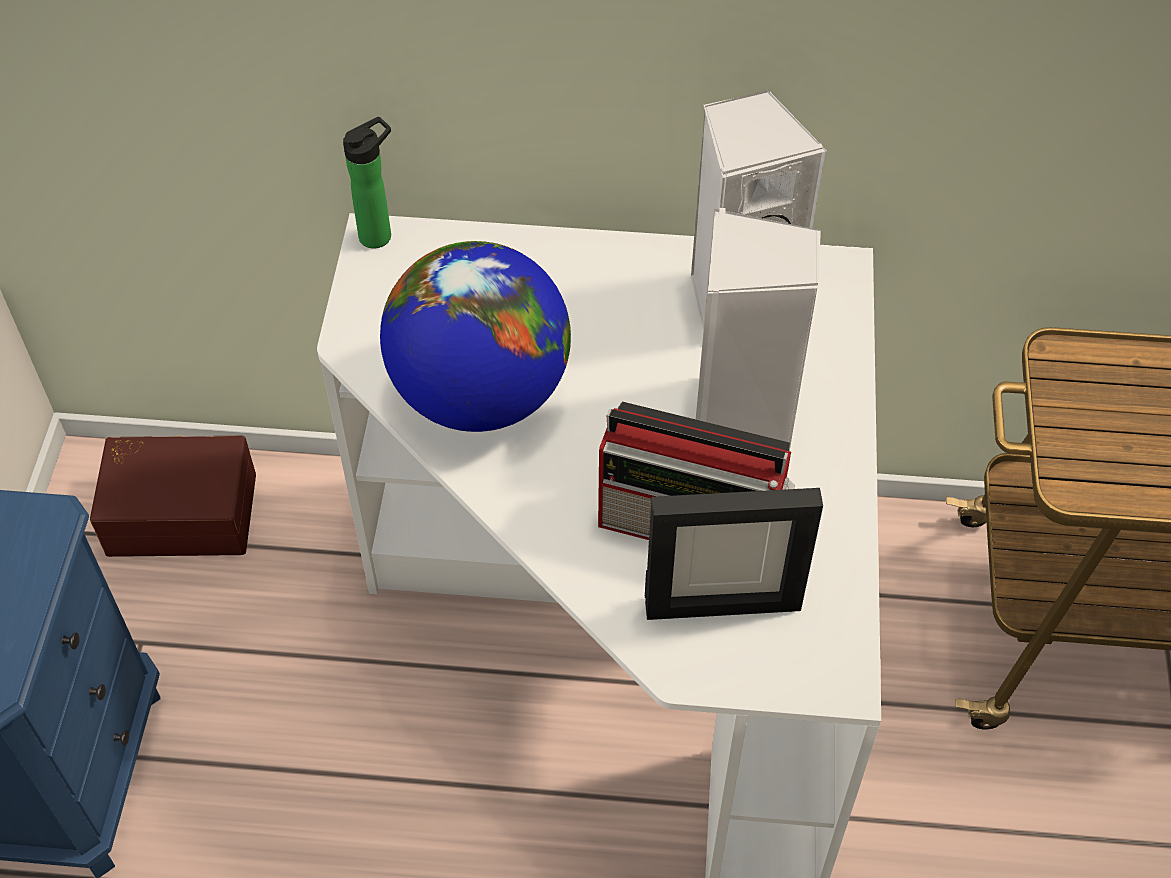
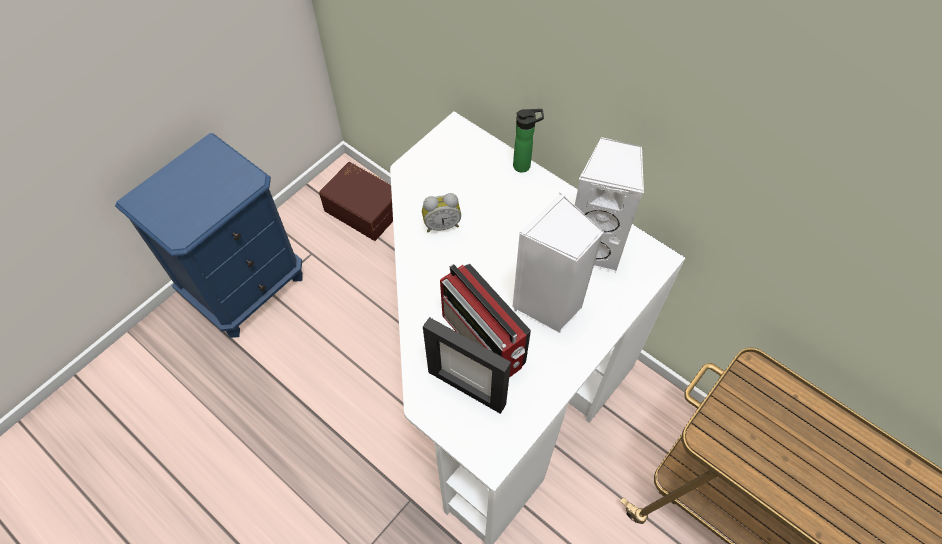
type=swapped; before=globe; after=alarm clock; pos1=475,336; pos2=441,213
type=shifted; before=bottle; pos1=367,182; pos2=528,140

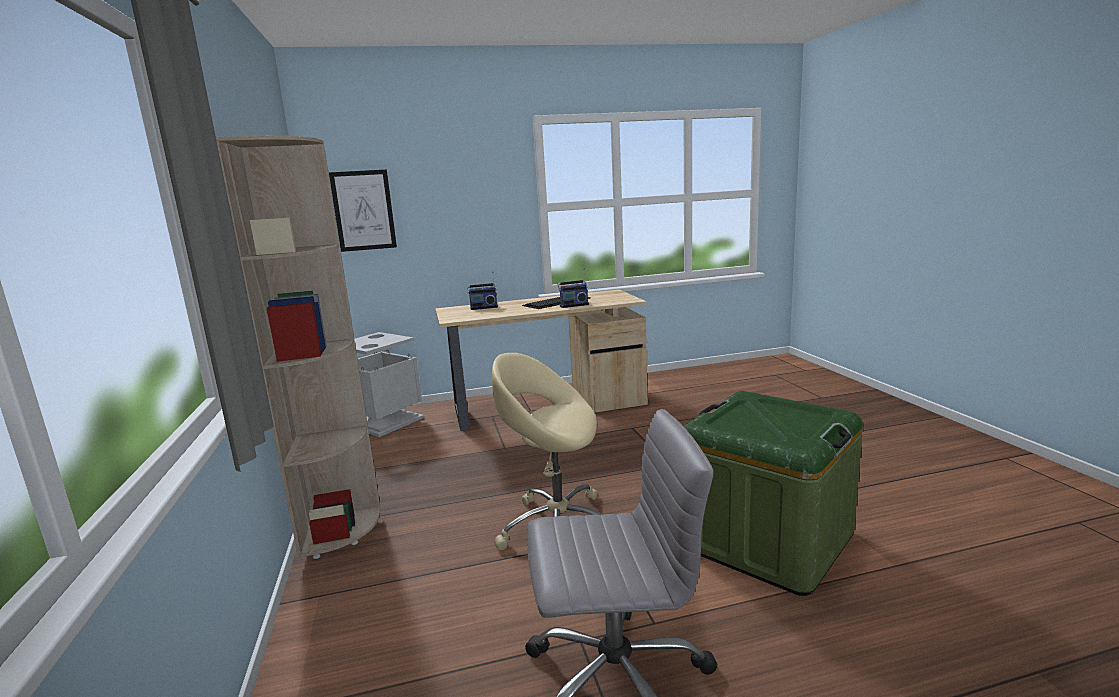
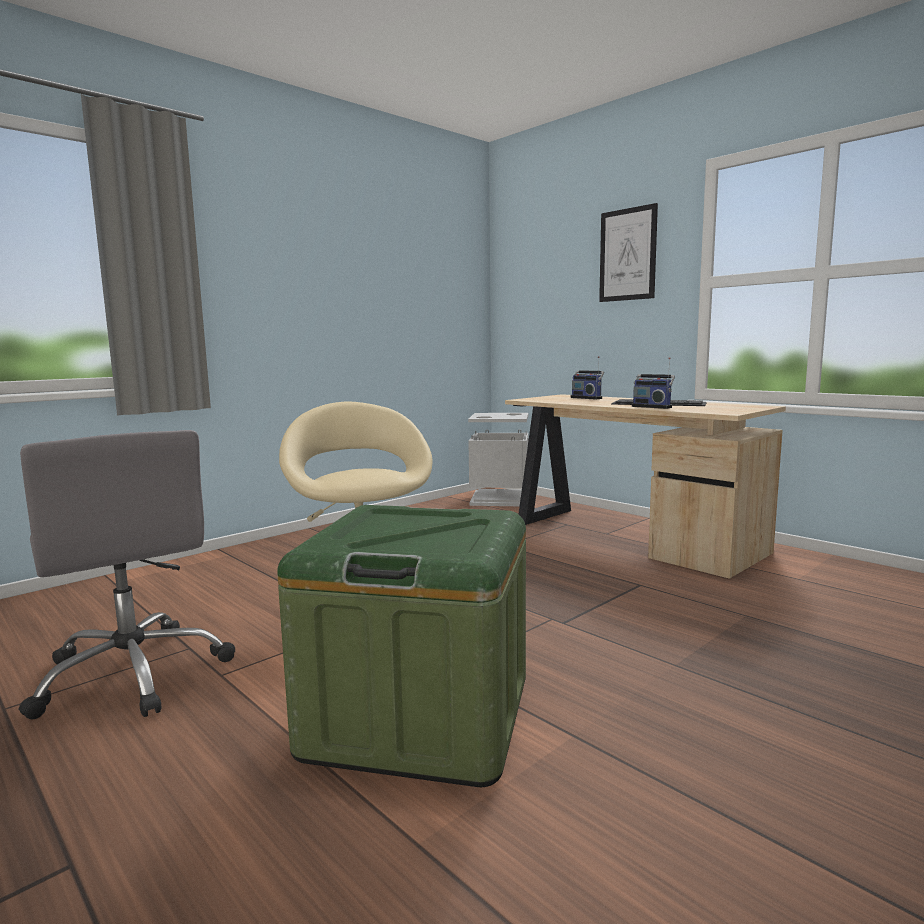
type=shifted; before=picture; pos1=363,211; pos2=628,252
type=gone; before=bookcase/beige; pos1=298,347

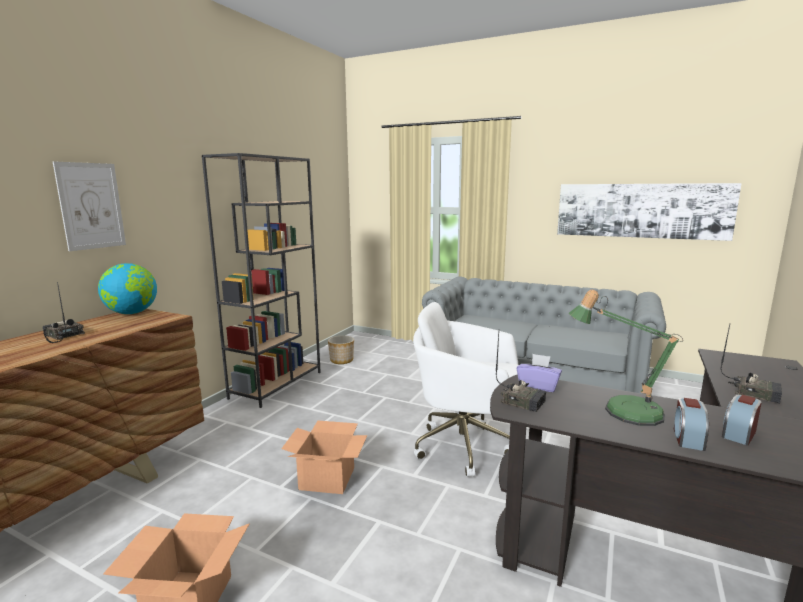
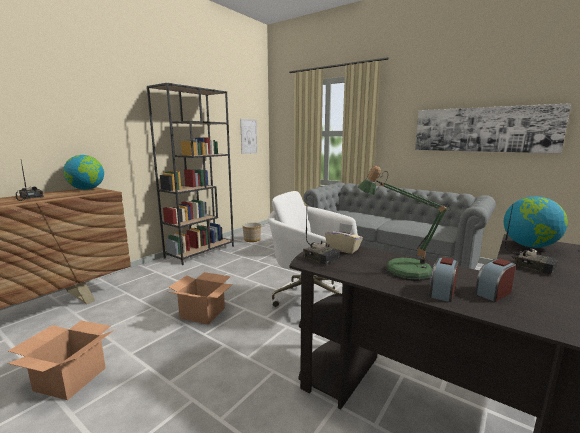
type=shifted; before=picture; pos1=89,206; pos2=249,136
type=repainted; before=tissue box/purple; after=tissue box/beige; pos1=539,373; pos2=344,238
type=new; after=globe; pos2=535,222

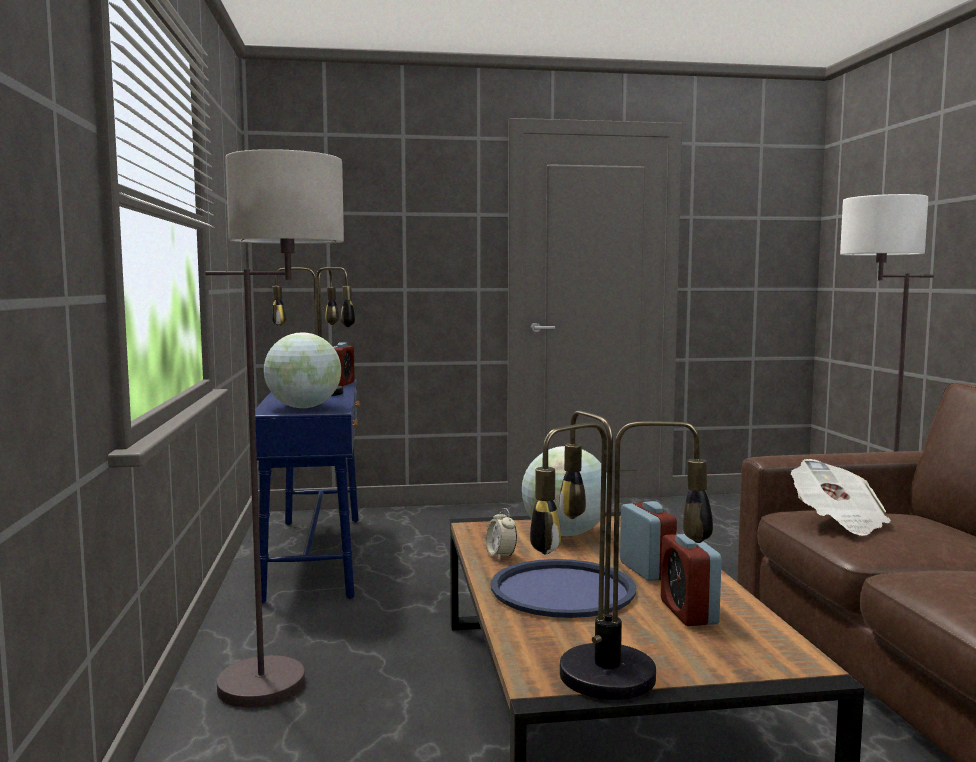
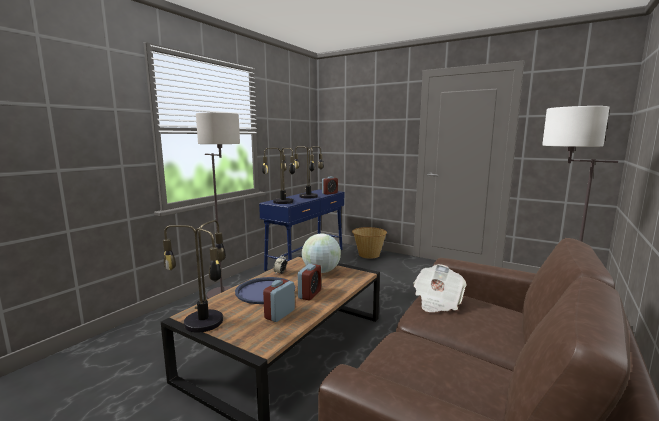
type=swapped; before=globe; after=table lamp; pos1=302,370; pos2=278,175
type=new; after=basket; pos2=369,243

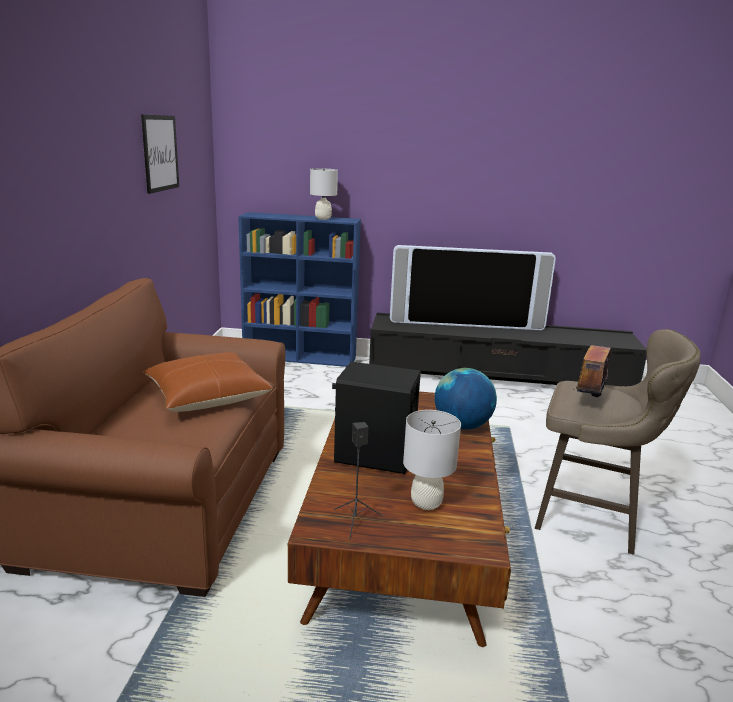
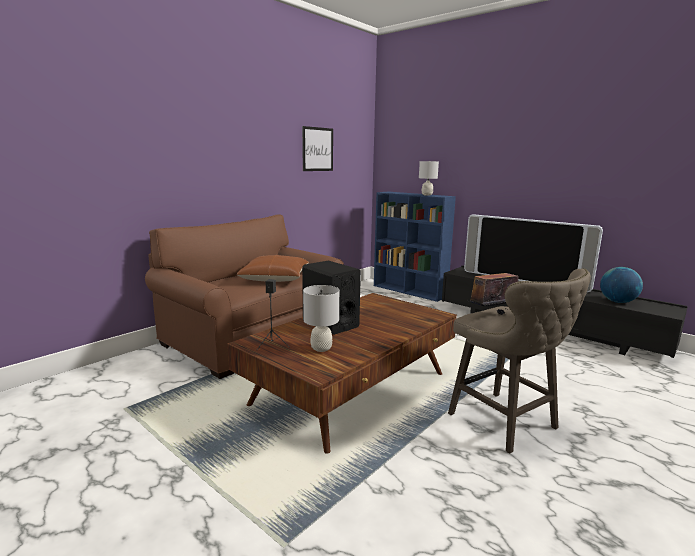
type=shifted; before=globe; pos1=466,399; pos2=621,285

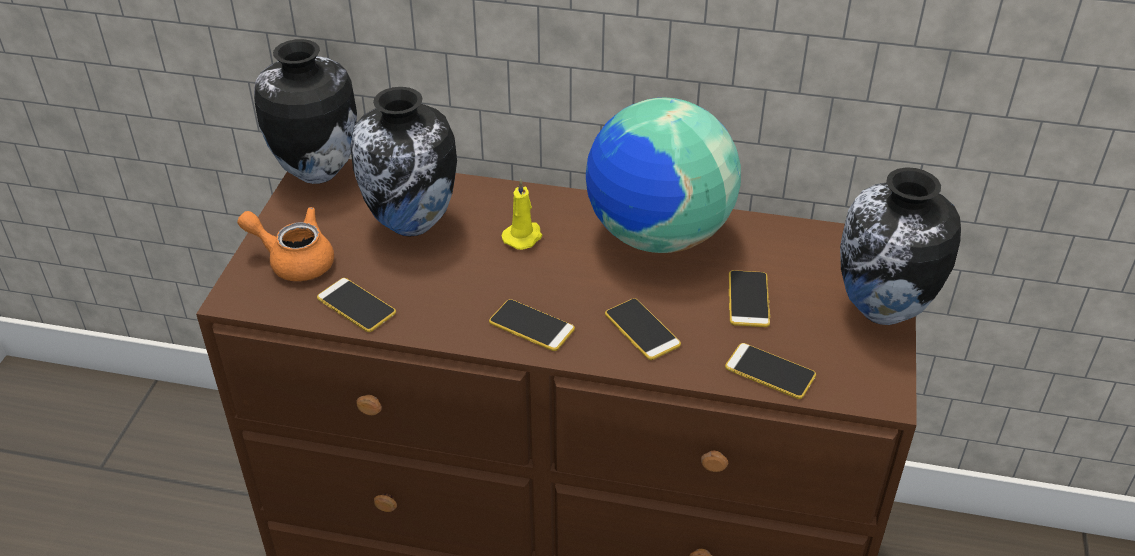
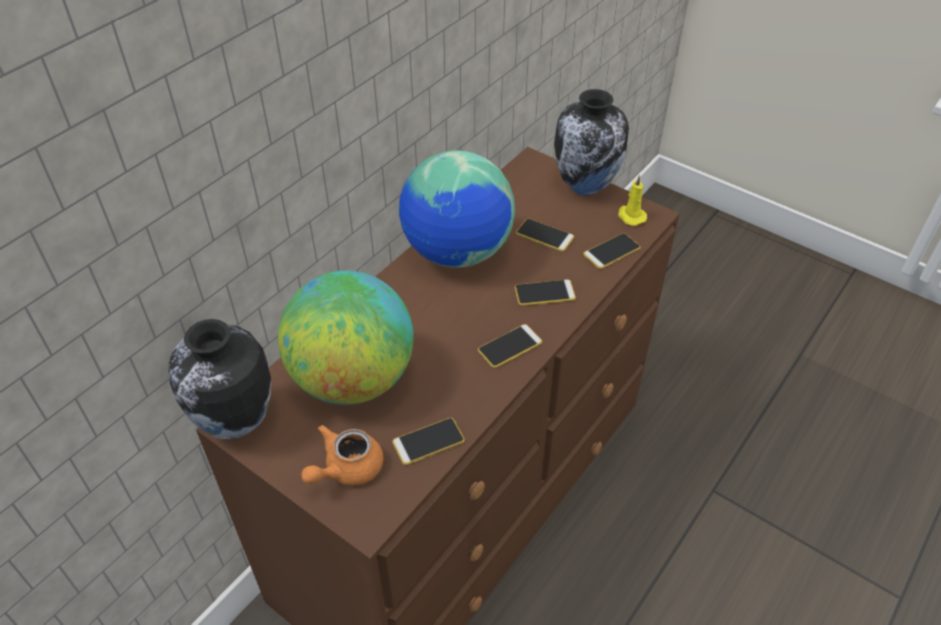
type=swapped; before=vase; after=globe; pos1=403,162; pos2=346,337
type=shifted; before=candle/yellow; pos1=521,214; pos2=632,200

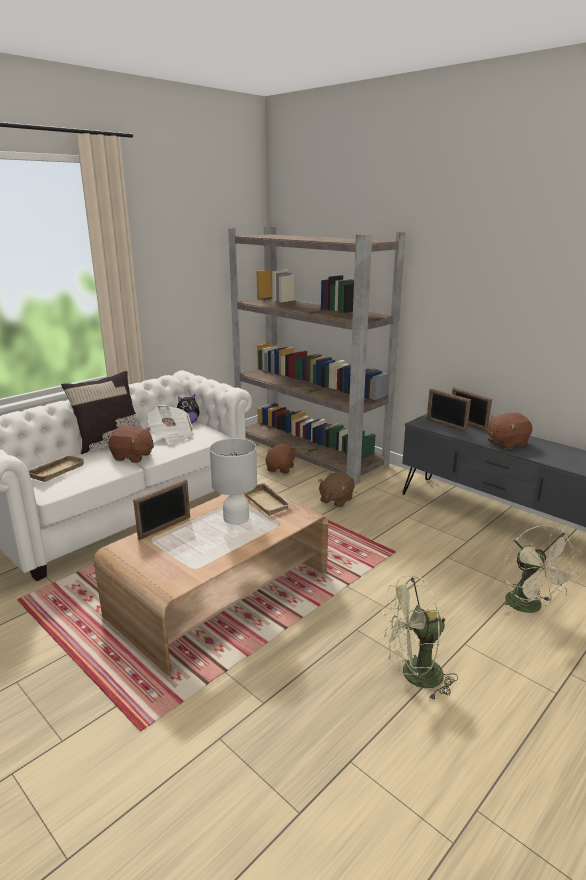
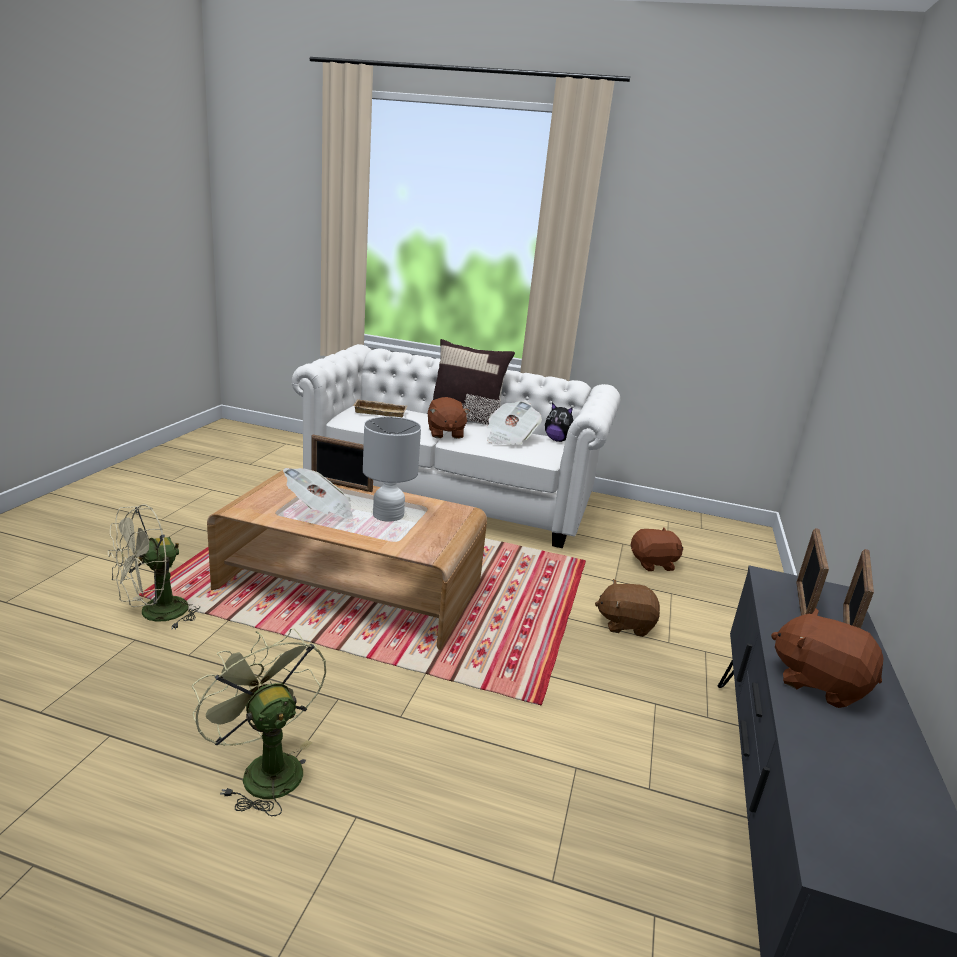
type=shifted; before=fan/beige; pos1=542,570; pos2=154,566
type=new; after=newspaper; pos2=318,494
type=gone; before=bookcase/brown; pos1=316,355
type=gone; before=tray/beige; pos1=268,499

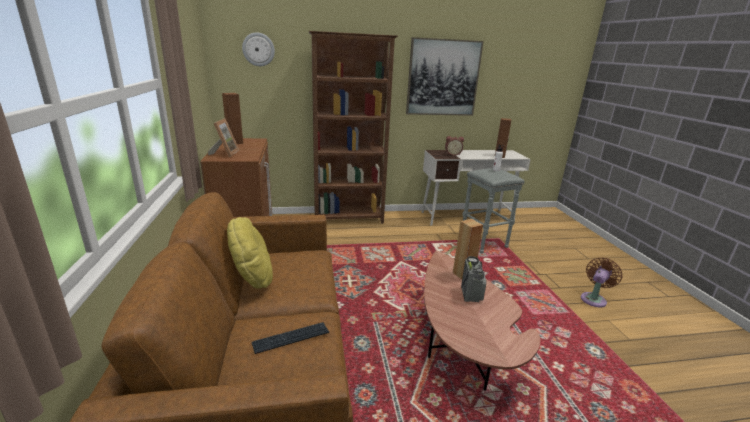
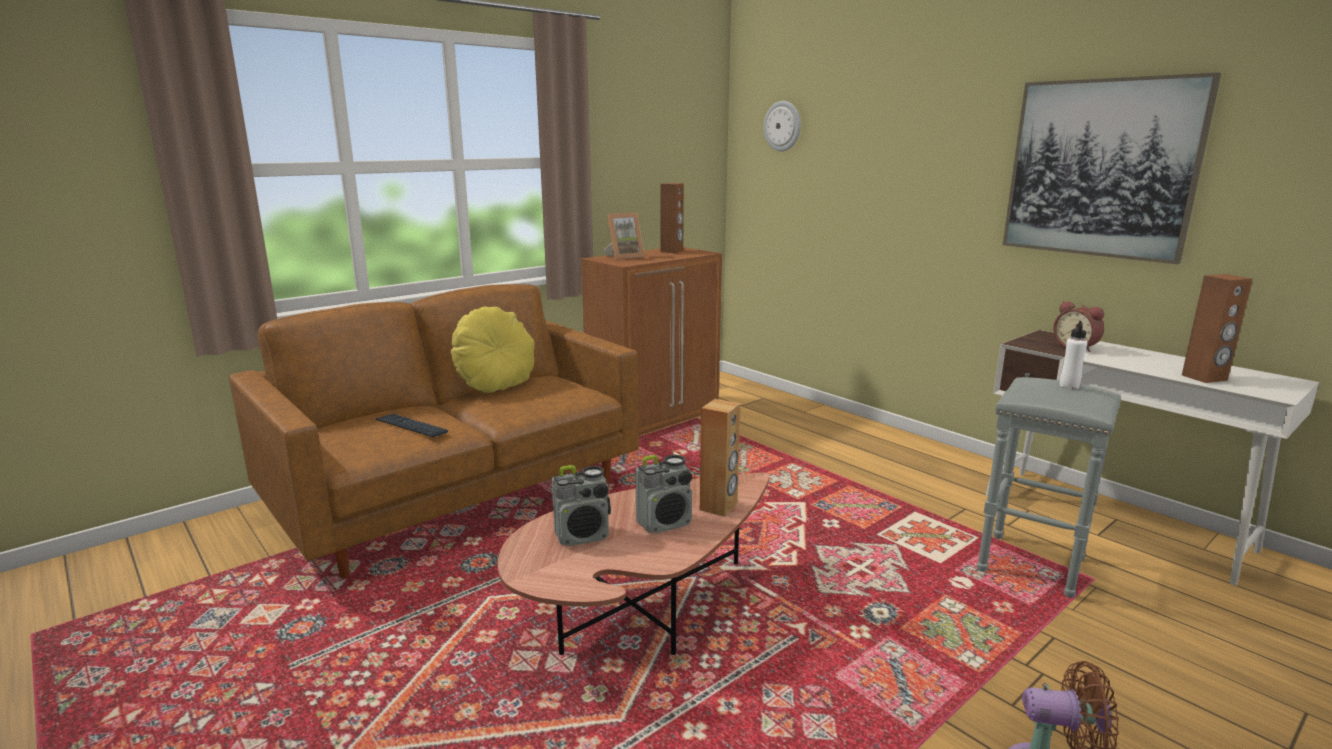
type=new; after=radio; pos2=581,505
type=gone; before=bookcase/brown; pos1=353,127

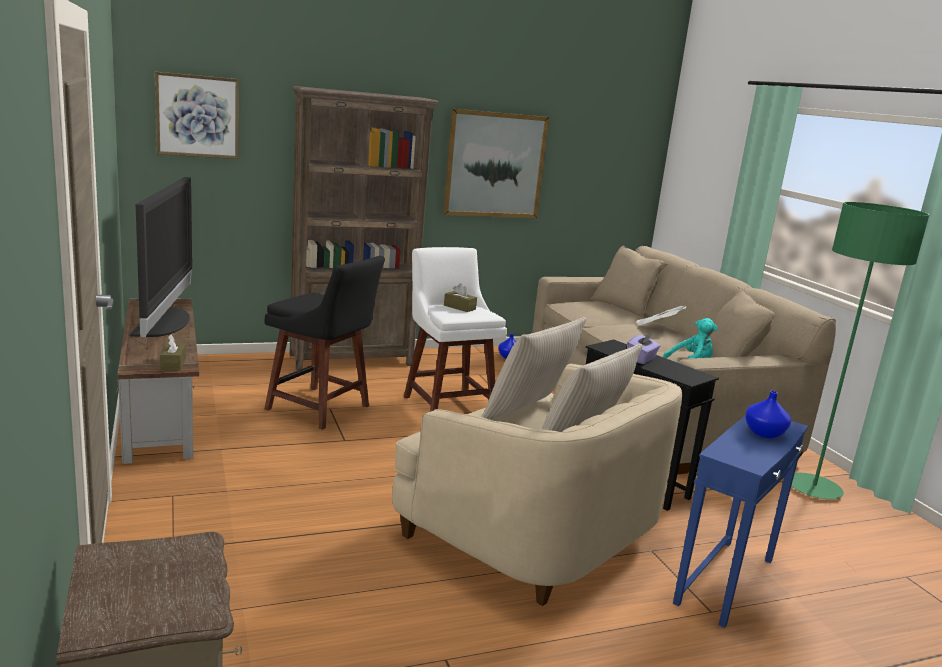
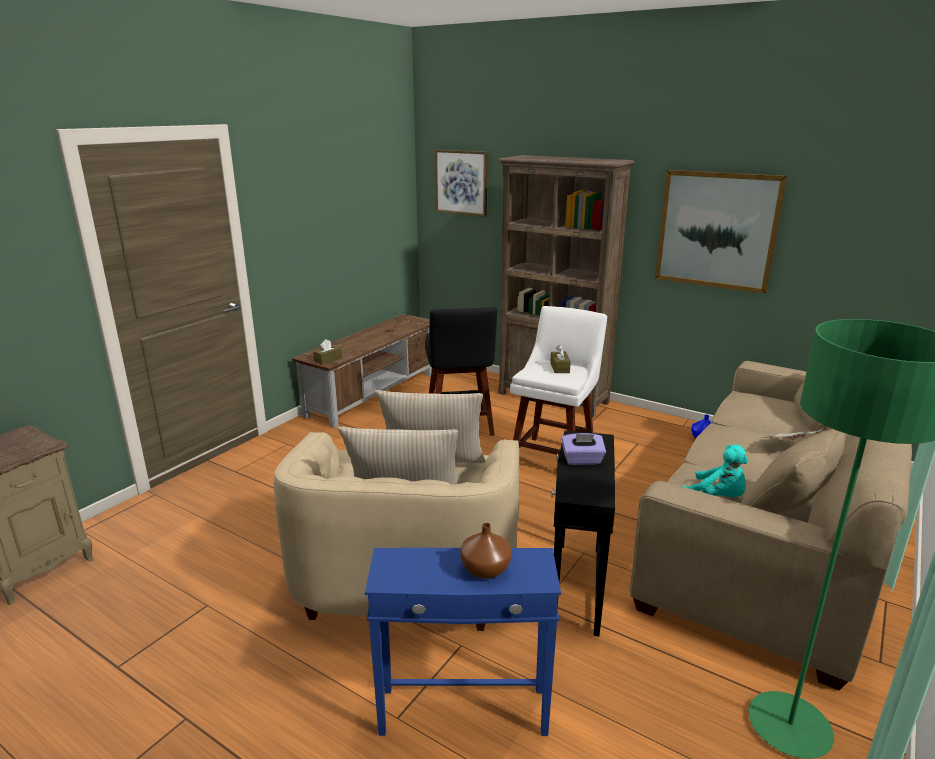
type=repainted; before=vase/blue; after=vase/brown; pos1=768,414; pos2=486,551
type=gone; before=television; pos1=161,257

